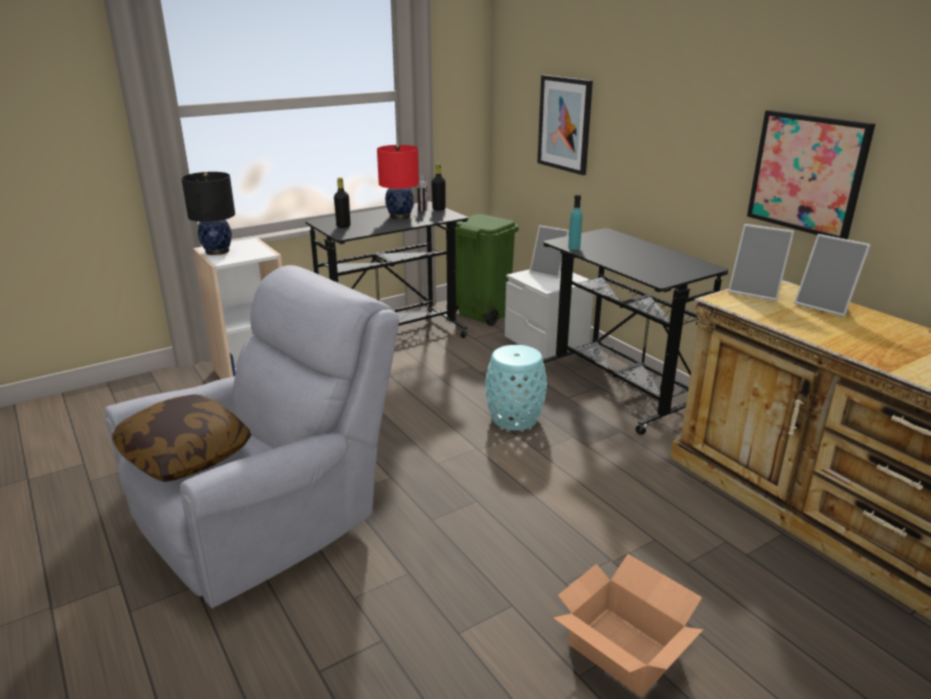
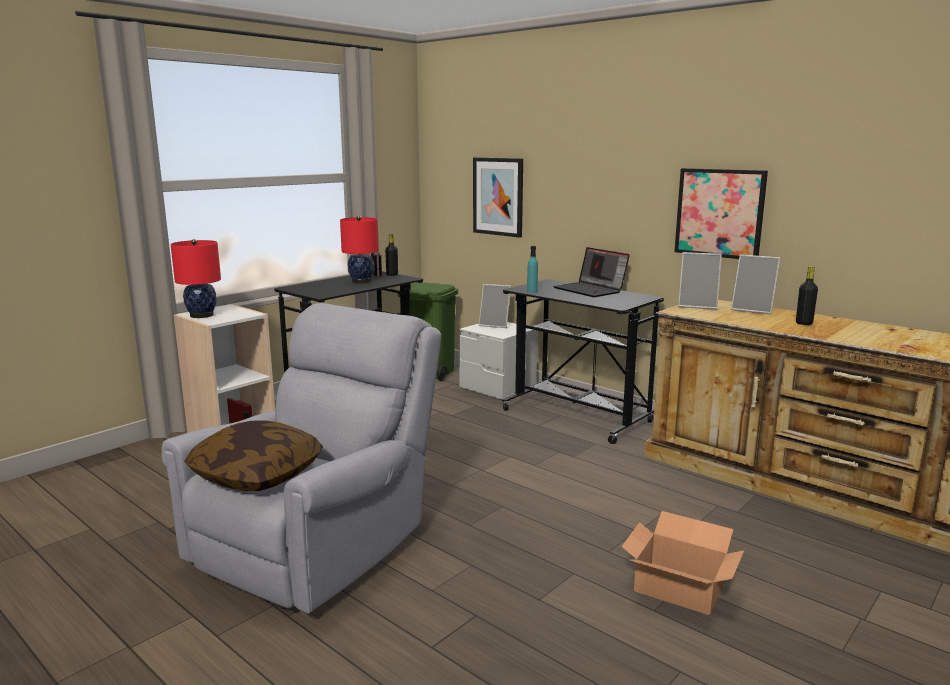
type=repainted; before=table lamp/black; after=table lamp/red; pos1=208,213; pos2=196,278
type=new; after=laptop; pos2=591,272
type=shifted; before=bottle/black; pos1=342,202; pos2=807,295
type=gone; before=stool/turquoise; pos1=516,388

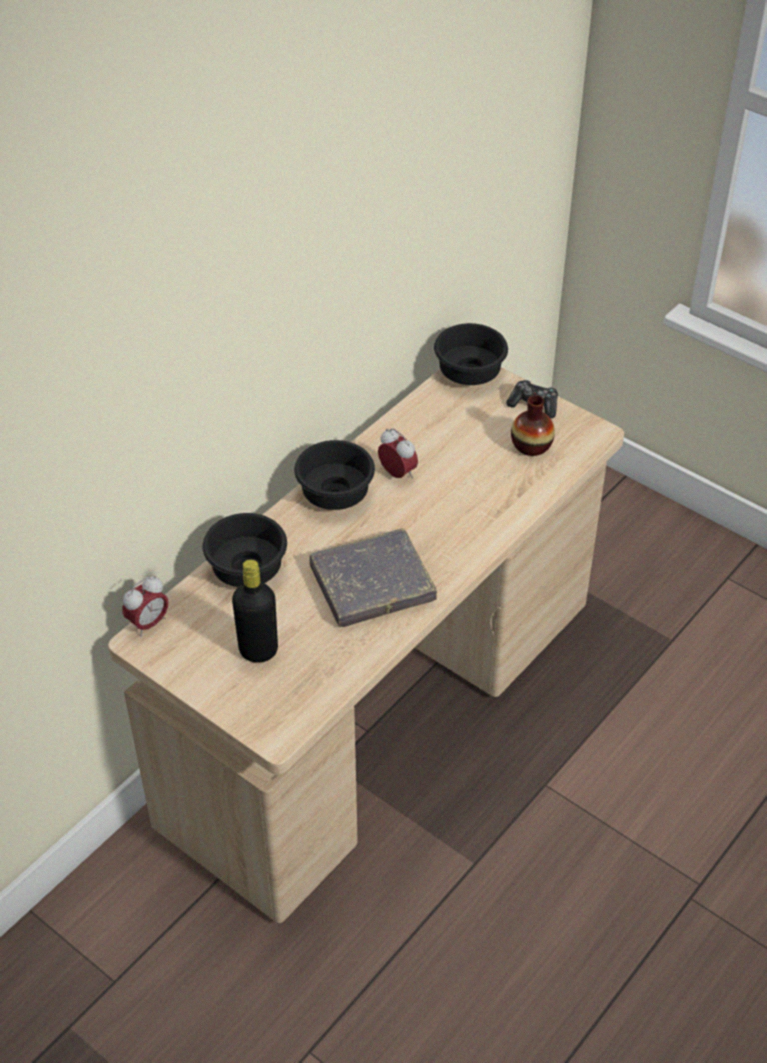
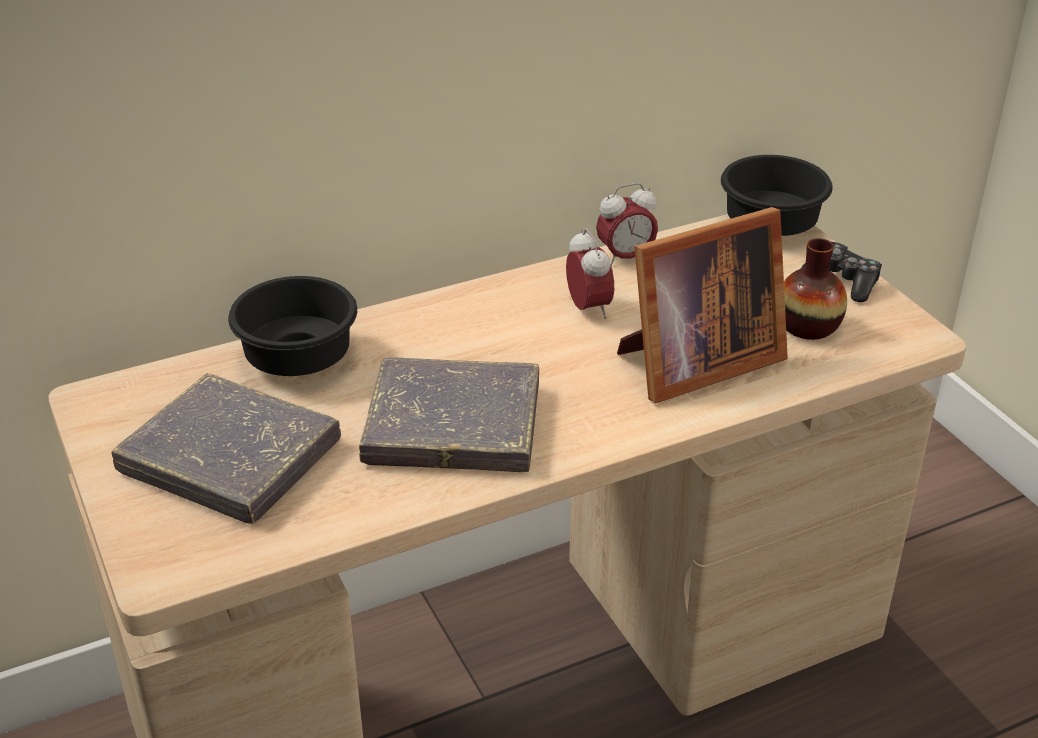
type=swapped; before=bottle/black; after=book/grey; pos1=255,611; pos2=226,448
type=shifted; before=alarm clock; pos1=145,606; pos2=627,225
type=new; after=picture frame; pos2=702,305
type=gone; before=bowl/black; pos1=334,475

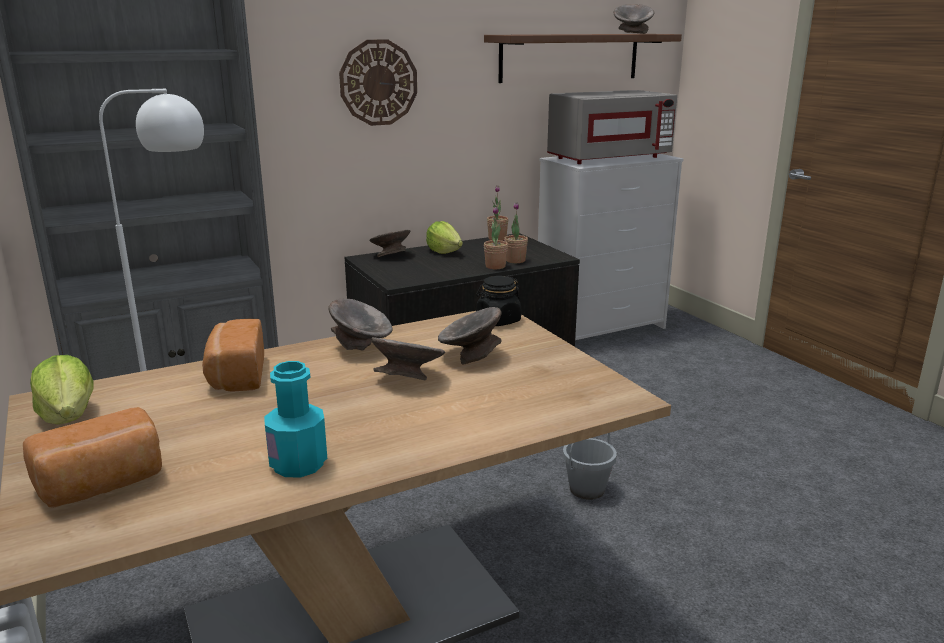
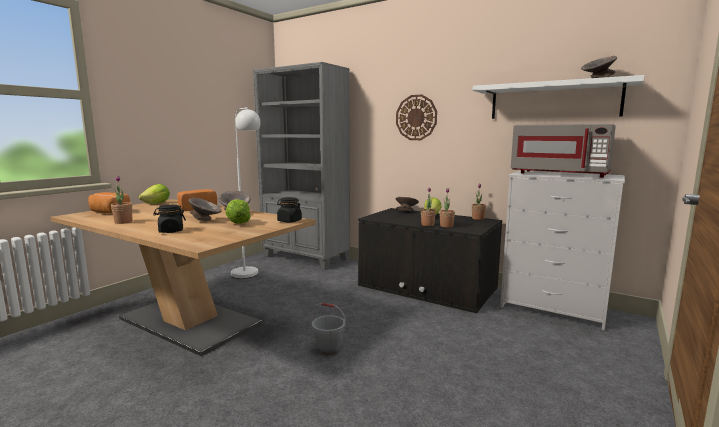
type=swapped; before=bottle/turquoise; after=potted plant; pos1=295,419; pos2=121,200
type=new; after=jar/black; pos2=169,218
type=swapped; before=bowl/grey; after=lettuce; pos1=470,335; pos2=238,211
type=repainted; before=shelf/brown; after=shelf/white; pos1=583,58; pos2=559,97

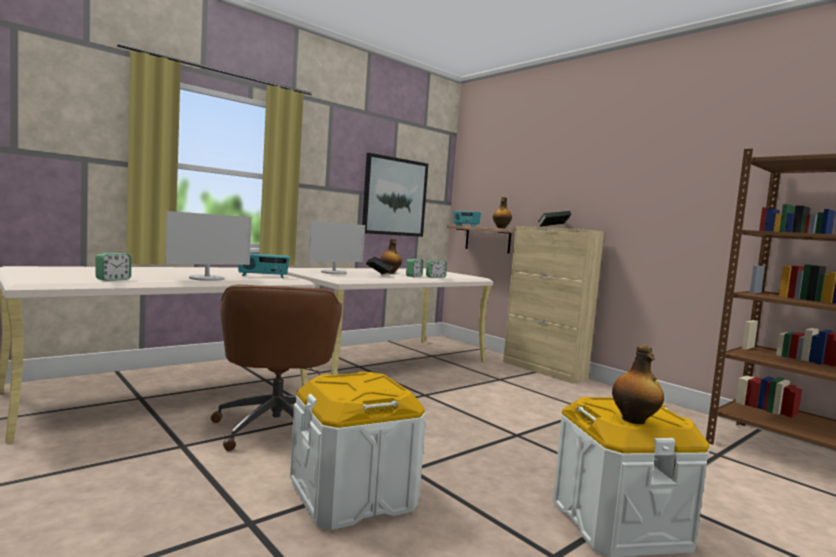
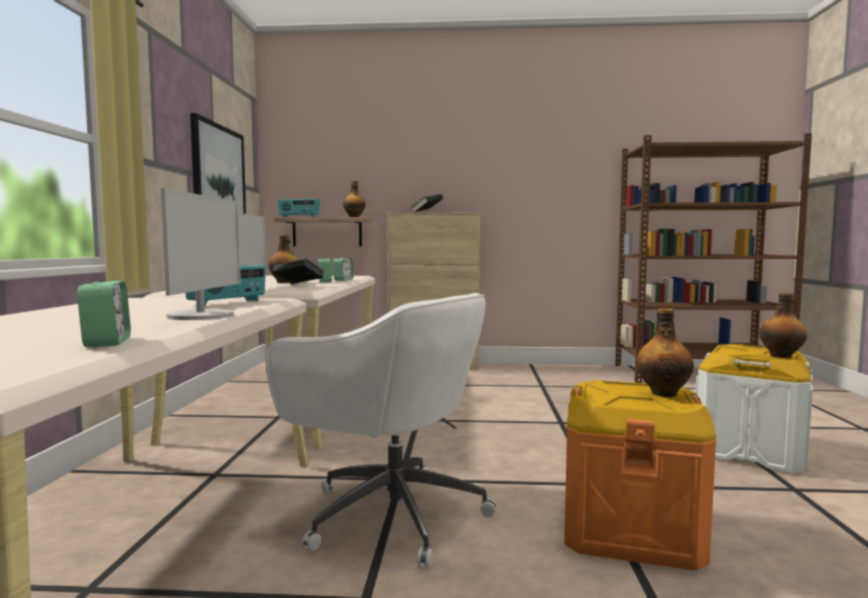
type=repainted; before=office chair/brown; after=office chair/white; pos1=276,368; pos2=381,430
type=repainted; before=storage box/white; after=storage box/orange; pos1=358,451; pos2=640,475
type=new; after=bottle; pos2=665,352

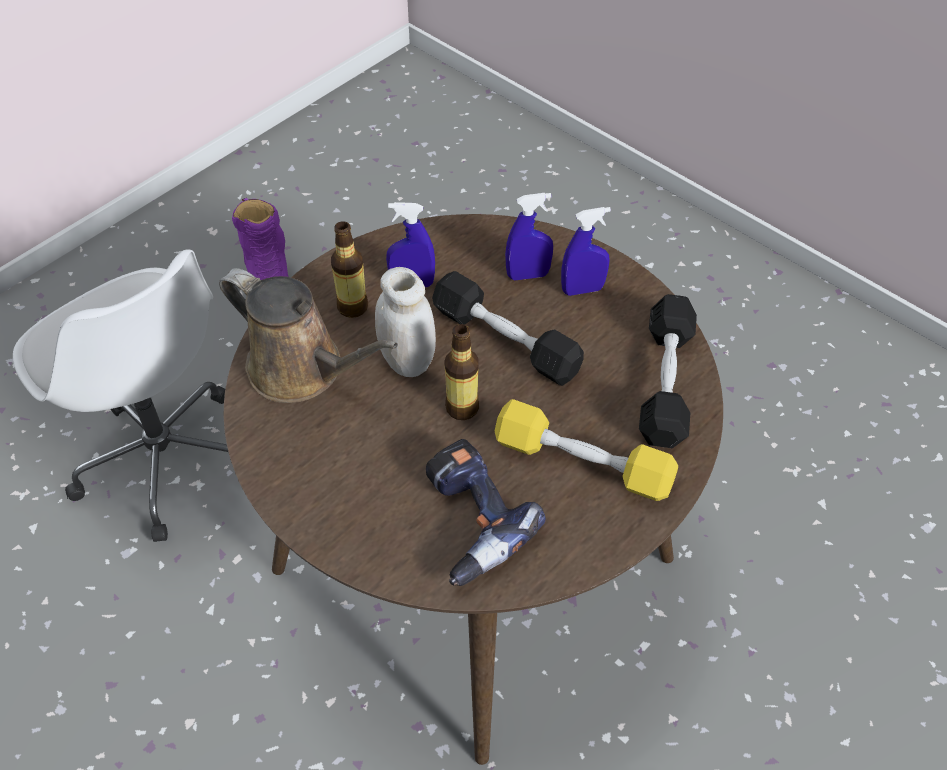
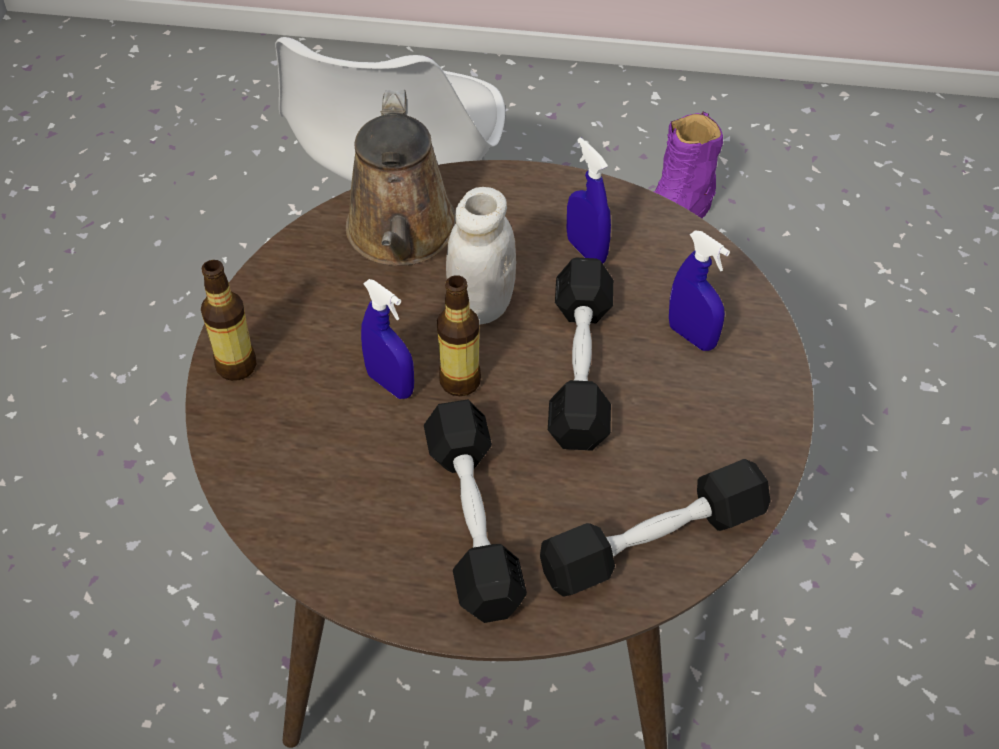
type=shifted; before=bottle; pos1=349,270; pos2=228,320
type=shifted; before=spray bottle/blue; pos1=586,251; pos2=387,339
type=repainted; before=dumbbell/yellow; after=dumbbell/black; pos1=586,450; pos2=475,511
type=gone; before=power drill; pos1=486,512

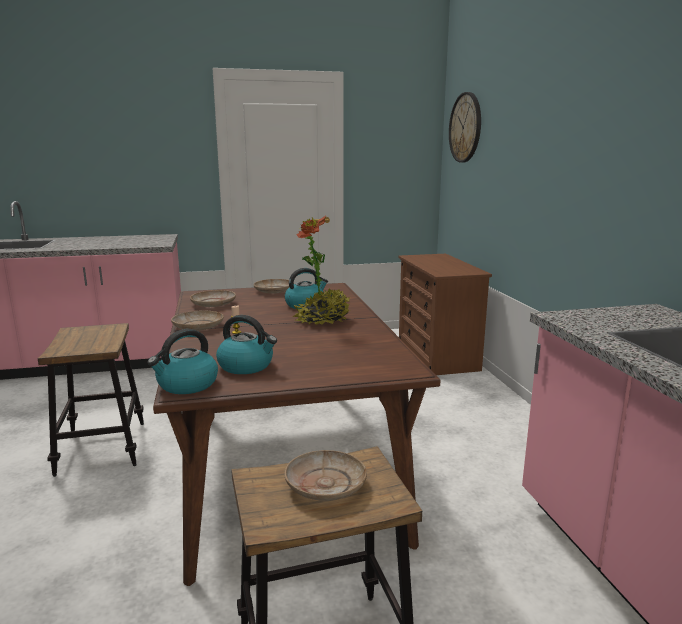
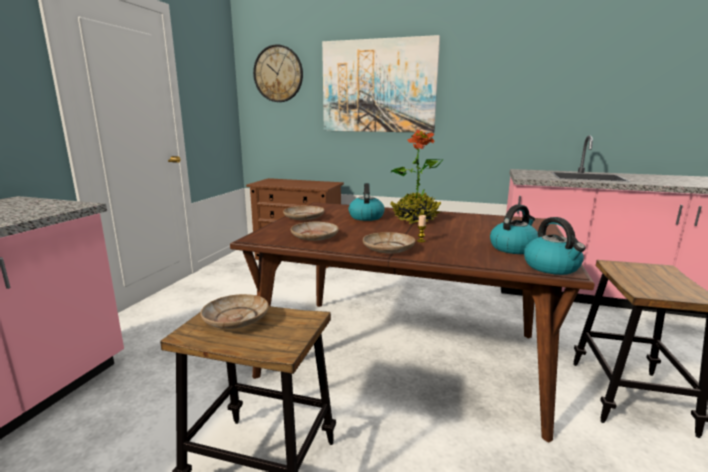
type=shifted; before=plate/beige; pos1=325,475; pos2=234,311
type=new; after=picture; pos2=381,84

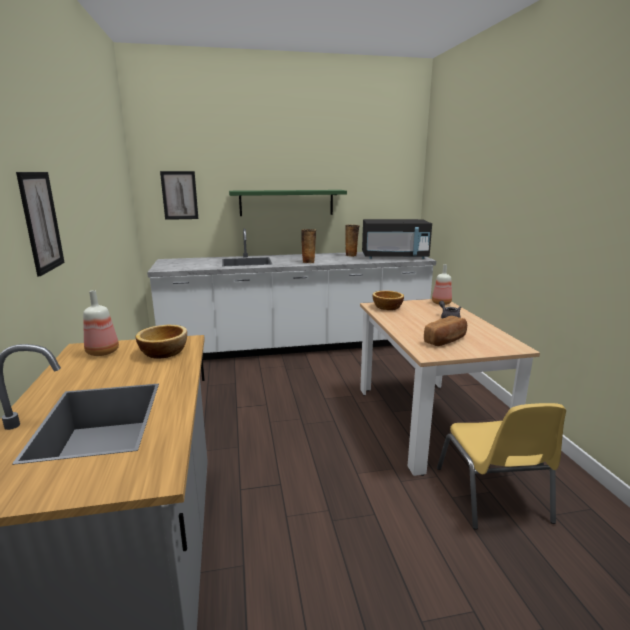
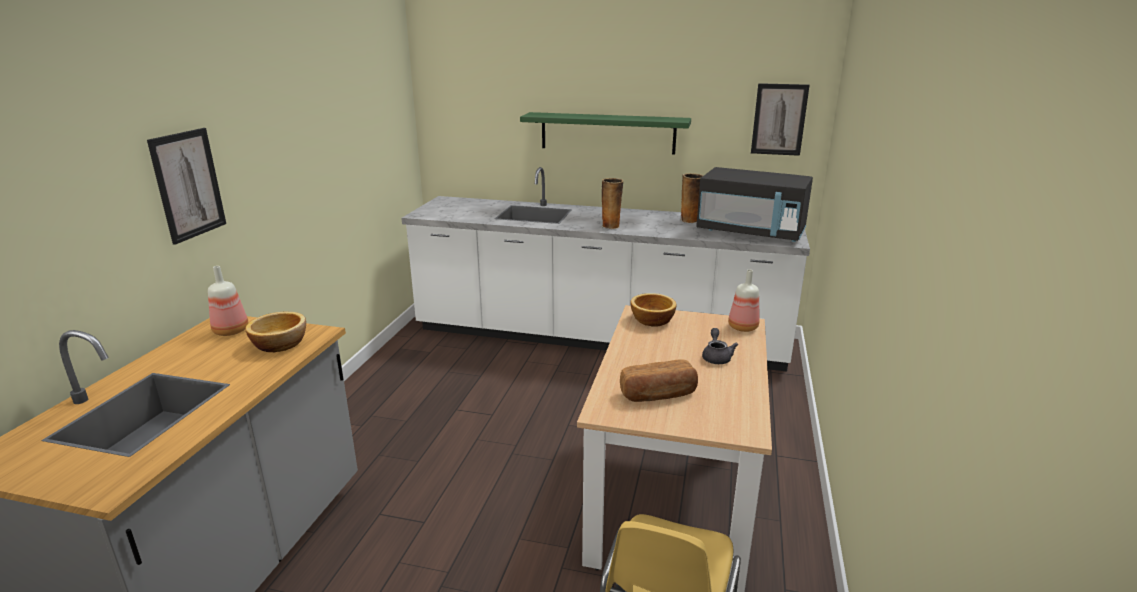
type=shifted; before=picture; pos1=179,195; pos2=780,119

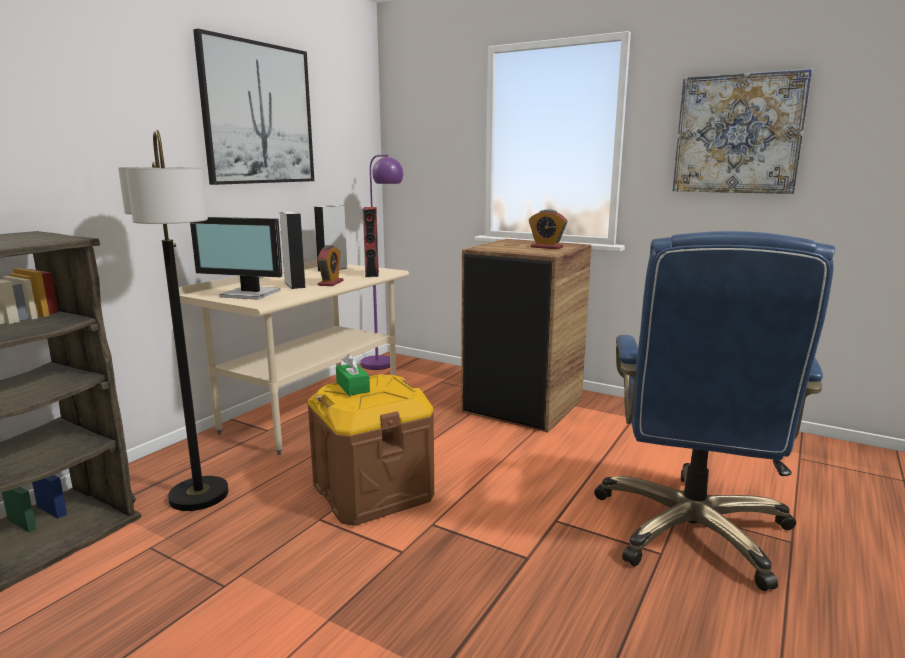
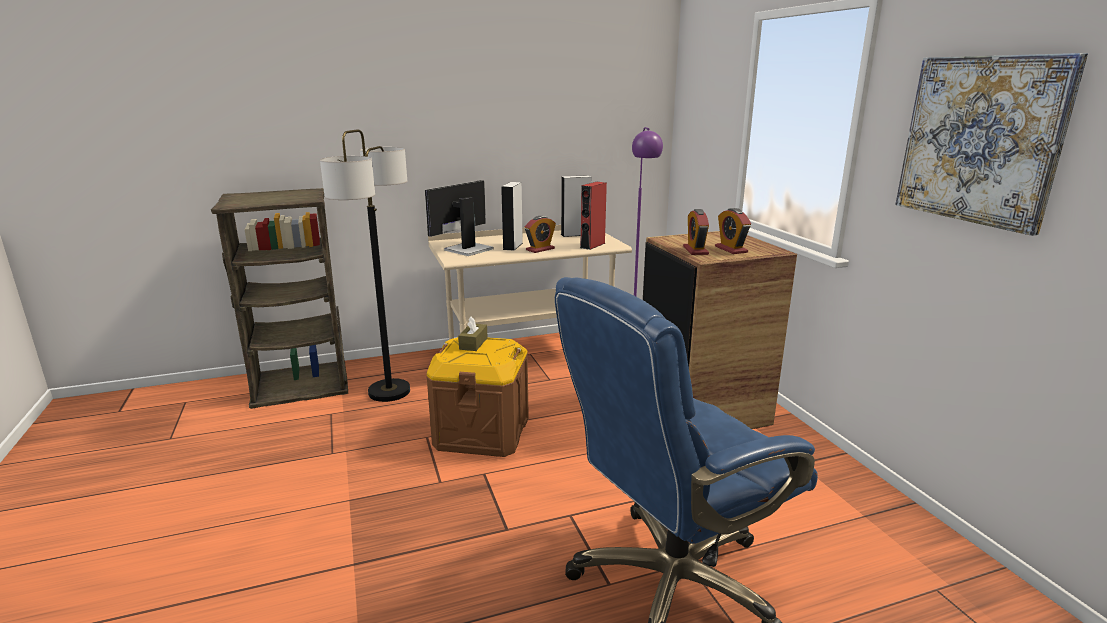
type=rotated; before=monitor; pos1=236,258; pos2=459,218; turn=75
type=repainted; before=tissue box/green; after=tissue box/brown; pos1=353,375; pos2=473,334
type=new; after=alarm clock; pos2=696,232
type=gone; before=picture; pos1=253,107

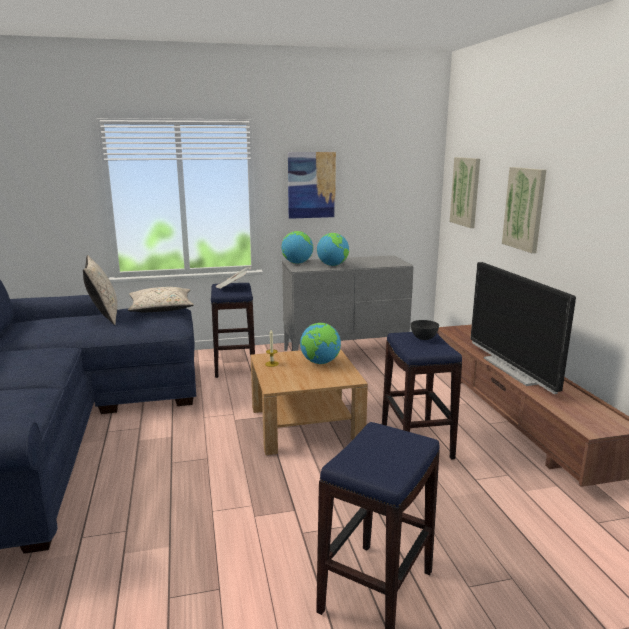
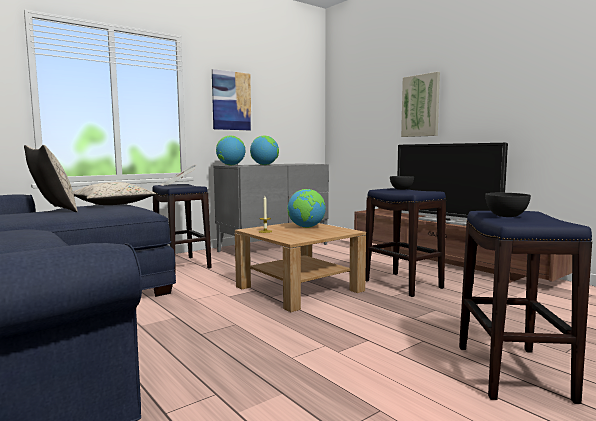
type=new; after=bowl/grey; pos2=508,205
type=gone; before=picture; pos1=465,192

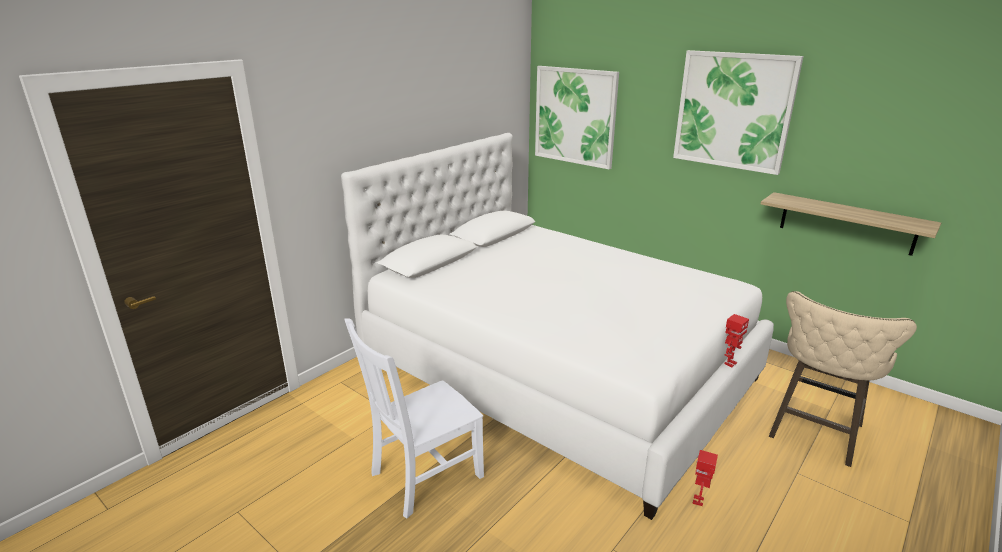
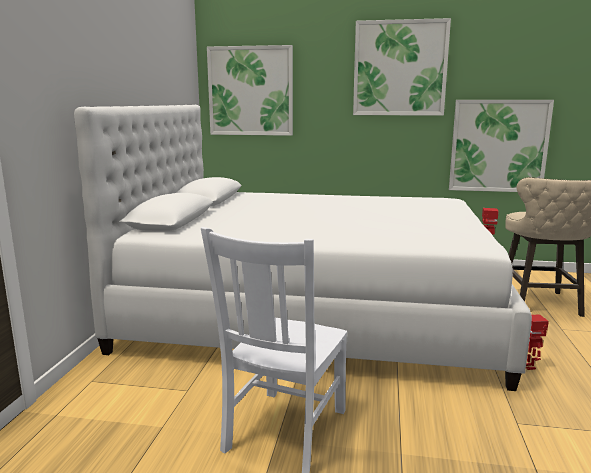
type=swapped; before=shelf; after=picture; pos1=851,224; pos2=501,146

